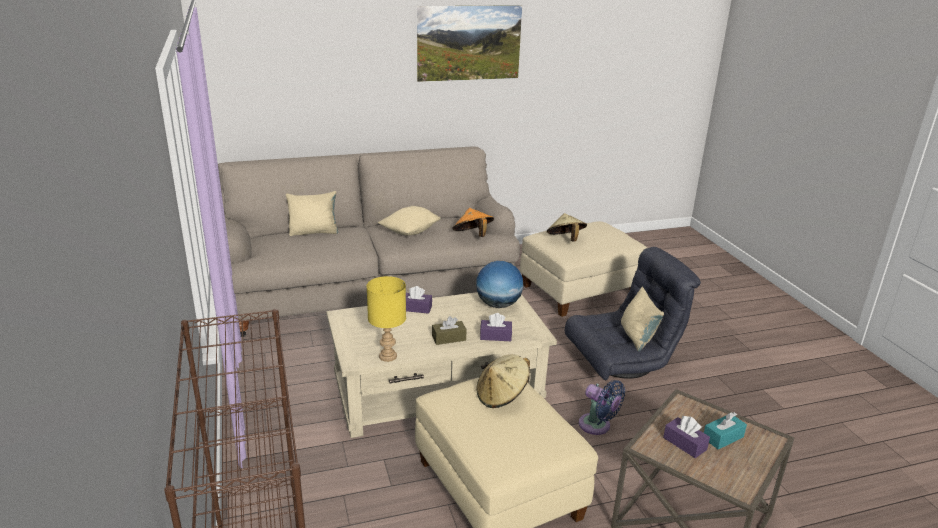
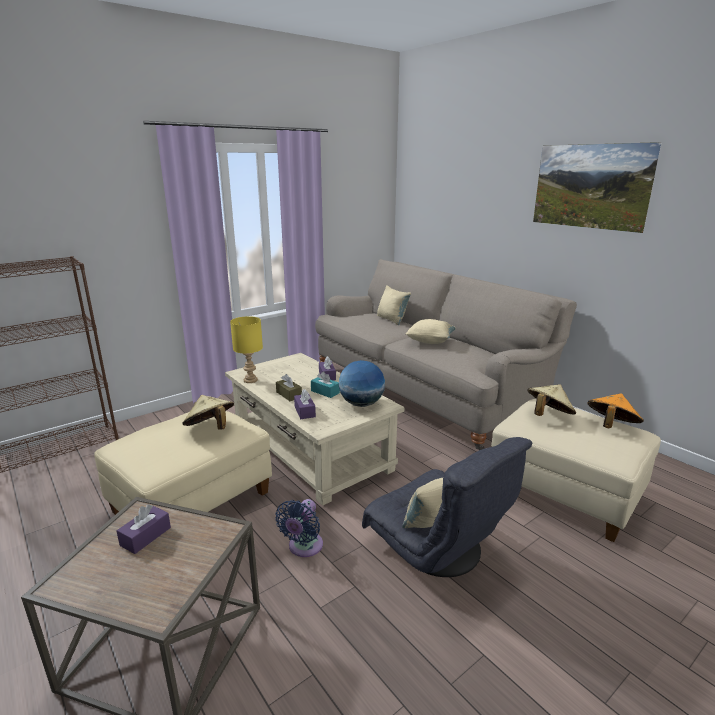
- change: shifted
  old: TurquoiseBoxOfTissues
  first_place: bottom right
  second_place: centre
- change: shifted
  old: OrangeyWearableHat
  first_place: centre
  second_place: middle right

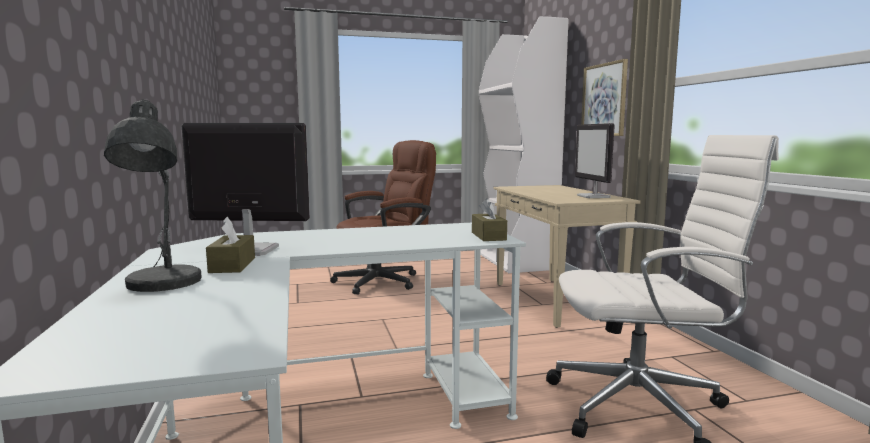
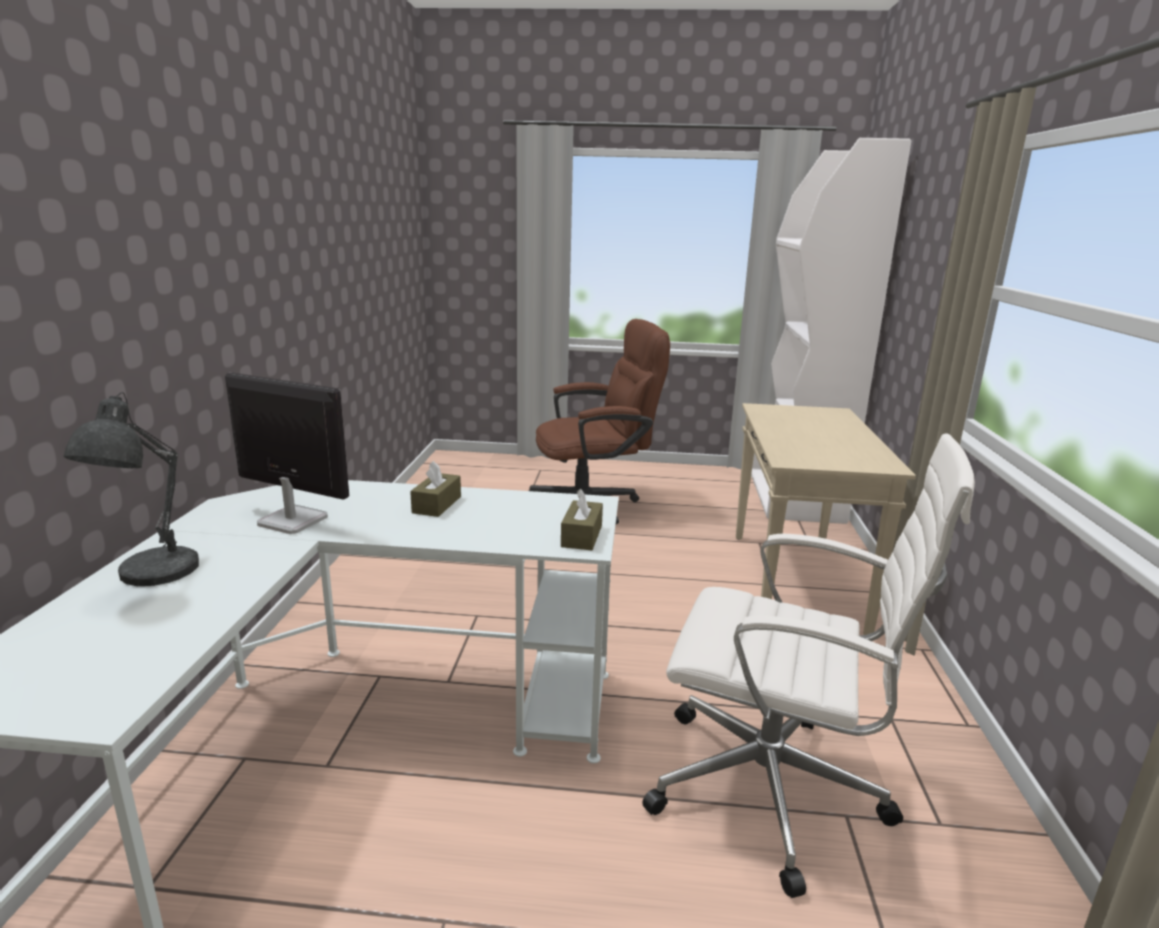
- change: shifted
  old: BrownishBoxOfTissues (no. 1 from left)
  first_place: middle left
  second_place: centre
- change: gone
  old: ComputerDisplay (no. 2 from left)
  first_place: middle right
- change: gone
  old: WallPicture
  first_place: top right

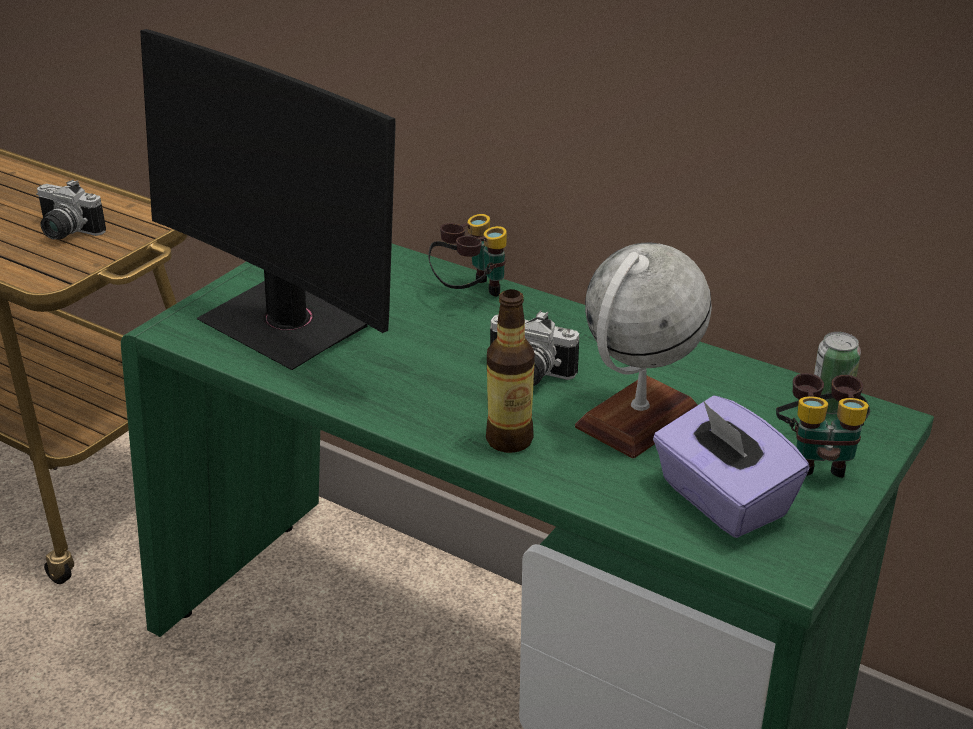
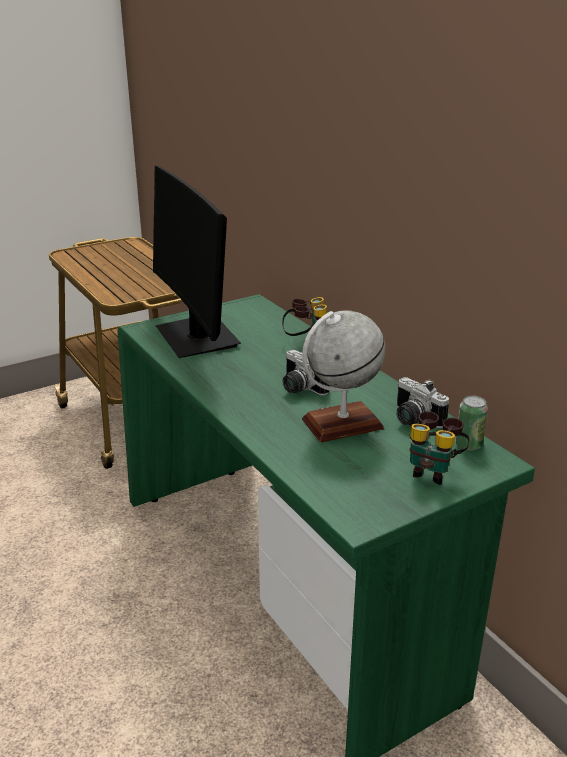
- change: shifted
  old: StillCamera (no. 1 from left in the first image)
  new: StillCamera (no. 2 from left)
  first_place: top left
  second_place: middle right
- change: gone
  old: DrinkBottle
  first_place: centre
- change: gone
  old: PurpleColouredBoxOfTissues
  first_place: middle right

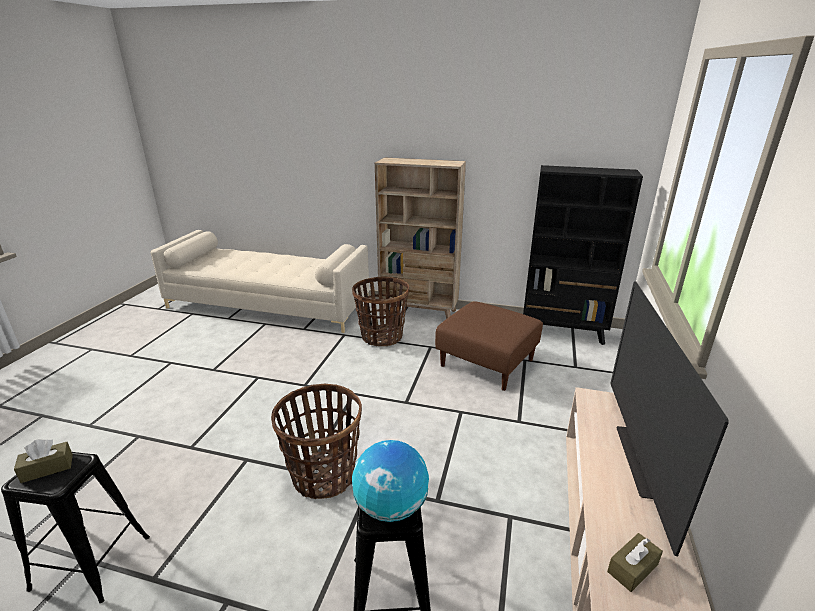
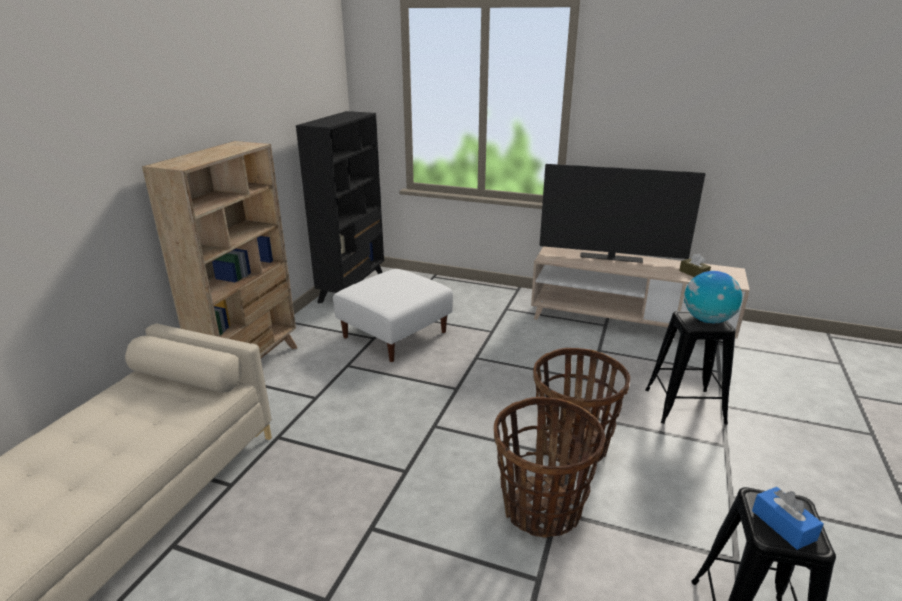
- change: repainted
  old: BrownishOttoman
  new: WhitishOttoman
  first_place: centre
  second_place: centre
- change: shifted
  old: HouseholdBasket (no. 2 from left in the first image)
  new: HouseholdBasket (no. 1 from left)
  first_place: centre
  second_place: bottom centre
- change: repainted
  old: BrownishBoxOfTissues (no. 1 from left)
  new: BlueBoxOfTissues
  first_place: bottom left
  second_place: bottom right

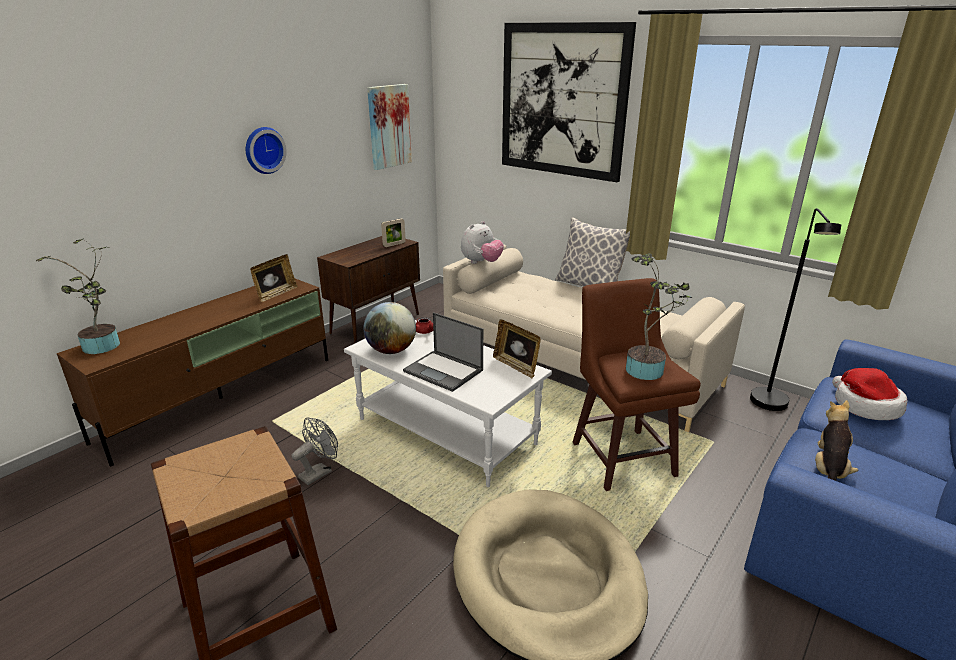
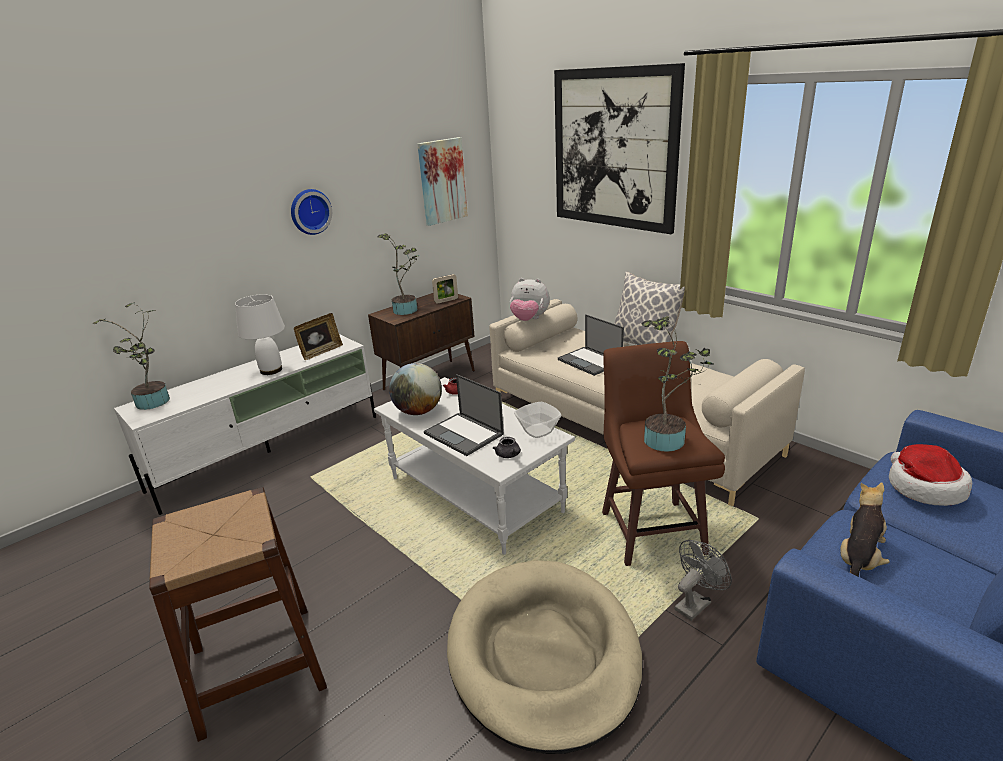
- change: repainted
  old: BrownishTvStand
  new: WhitishTvStand
  first_place: middle left
  second_place: middle left
- change: new
  new: WhitishLampForATable
  second_place: middle left
- change: new
  new: PottedPlant (no. 2 from left)
  second_place: centre
- change: new
  new: GreyishTeapot
  second_place: centre
- change: rotated
  old: SoftToy (no. 1 from left)
  first_place: centre
  second_place: centre
  degrees: 60
- change: swapped
  old: PhotoFrame (no. 3 from left)
  new: ServingBowl
  first_place: centre
  second_place: centre
- change: new
  new: PortableComputer (no. 2 from left)
  second_place: centre
- change: shifted
  old: GreyishFan
  first_place: bottom left
  second_place: bottom right
- change: gone
  old: BlackStandardLamp
  first_place: middle right

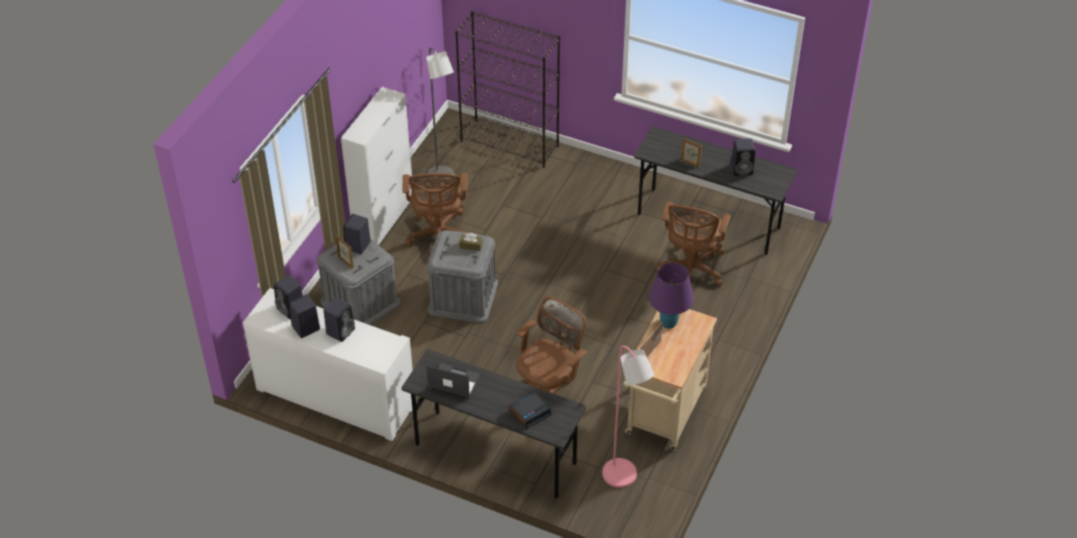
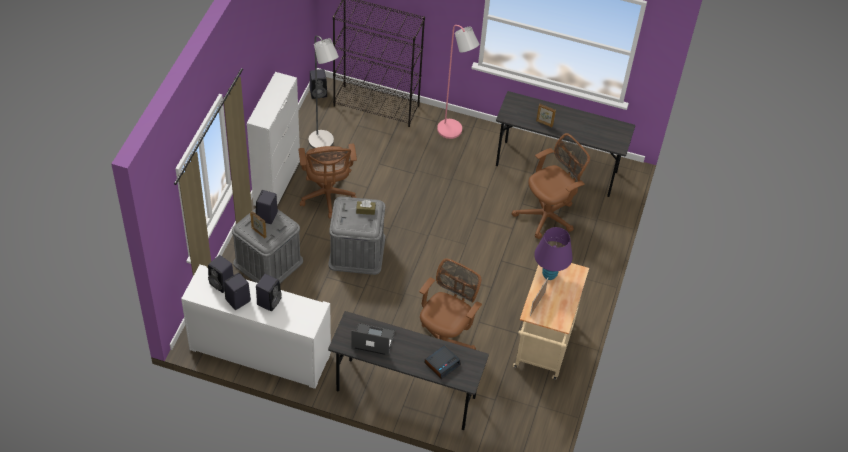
- change: shifted
  old: BlackLoudspeaker (no. 5 from left)
  first_place: top right
  second_place: top centre
- change: shifted
  old: PinkishStandardLamp
  first_place: bottom centre
  second_place: top centre
- change: rotated
  old: BrownishComputerChair (no. 3 from left)
  first_place: centre
  second_place: centre
  degrees: -135

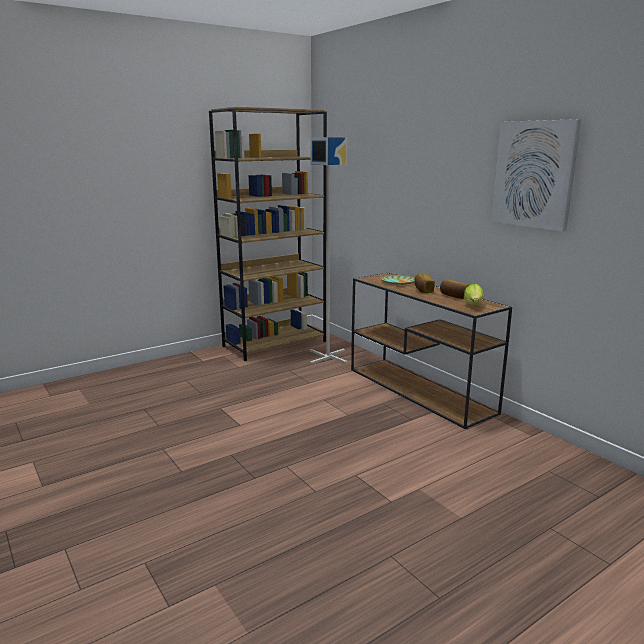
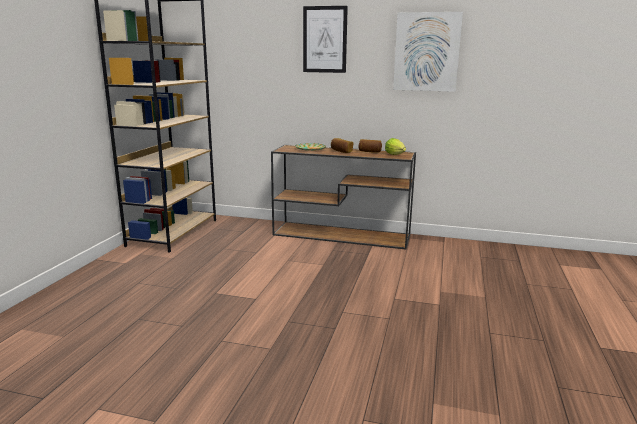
- change: new
  new: WallPicture (no. 1 from left)
  second_place: top centre
- change: gone
  old: GreyishStandardLamp
  first_place: centre

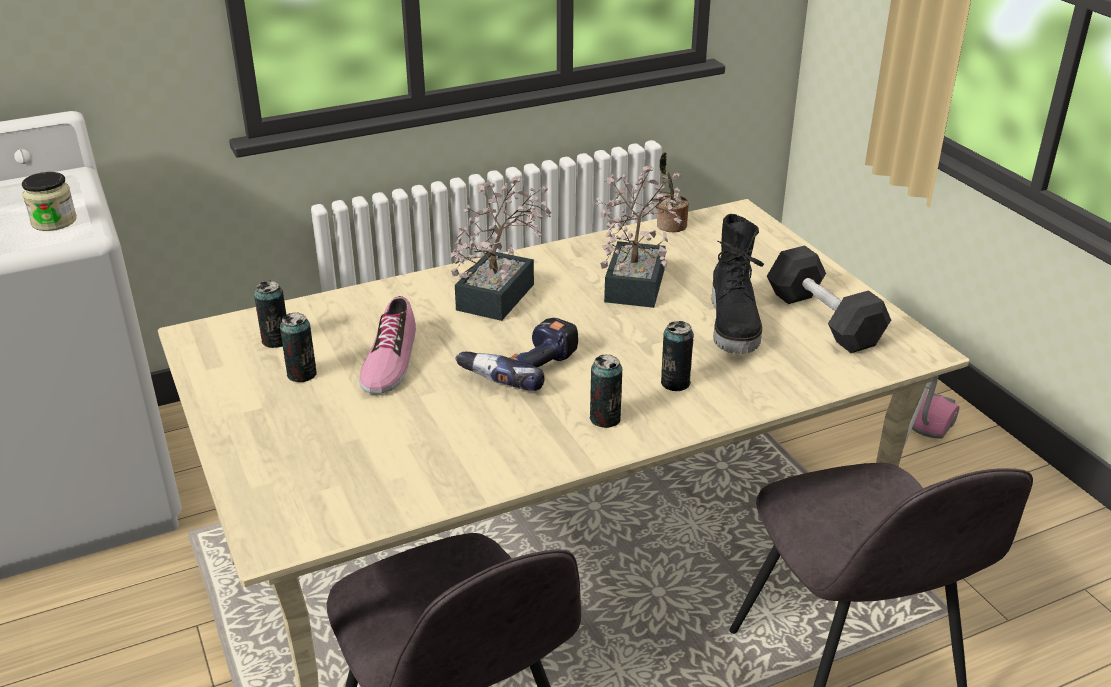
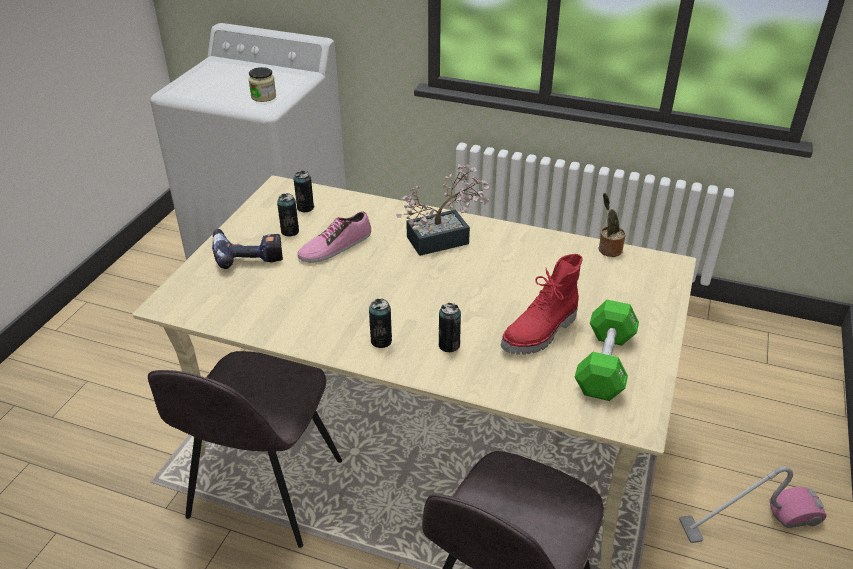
- change: shifted
  old: ElectricDrill
  first_place: centre
  second_place: middle left
- change: repainted
  old: BlackHighTopBoot
  new: RedHighTopBoot
  first_place: centre
  second_place: centre
- change: repainted
  old: BlackDumbbell
  new: GreenishDumbbell
  first_place: middle right
  second_place: middle right
- change: gone
  old: PottedPlant (no. 2 from left)
  first_place: centre

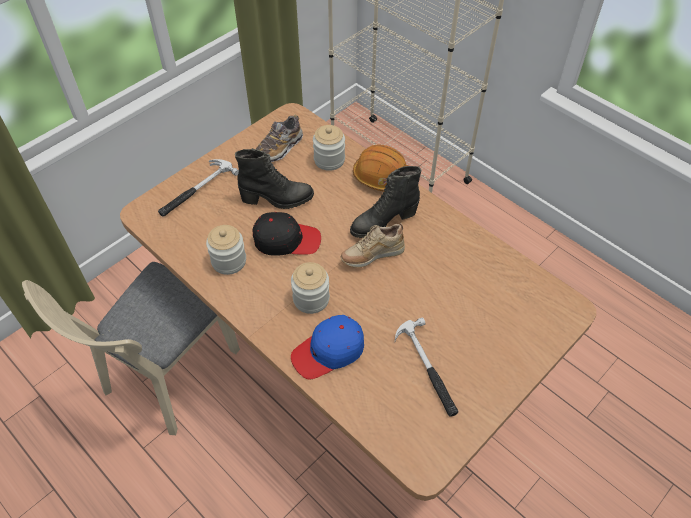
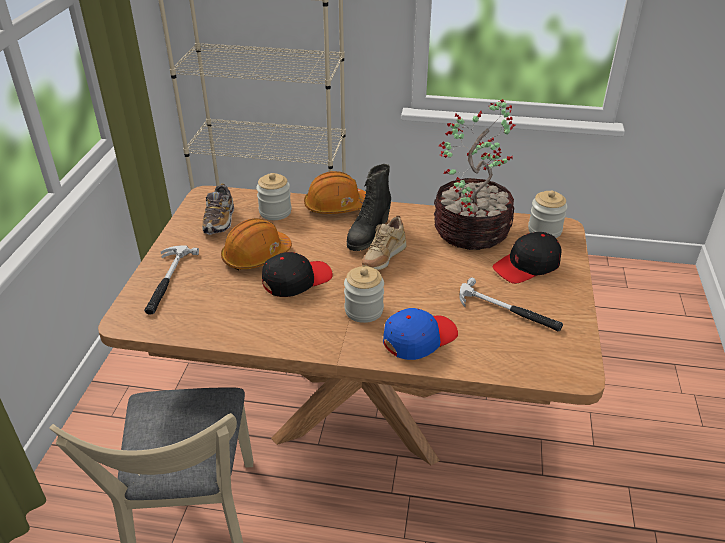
- change: swapped
  old: BlackHighTopBoot (no. 1 from left)
  new: OrangeySafetyHelmet (no. 1 from left)
  first_place: centre
  second_place: centre
- change: rotated
  old: BluePeakedCap
  first_place: bottom centre
  second_place: centre
  degrees: -150
- change: new
  new: PottedPlant
  second_place: top centre
- change: new
  new: BlackPeakedCap (no. 2 from left)
  second_place: middle right
- change: shifted
  old: StorageJar (no. 1 from left in the first image)
  new: StorageJar (no. 3 from left)
  first_place: middle left
  second_place: middle right

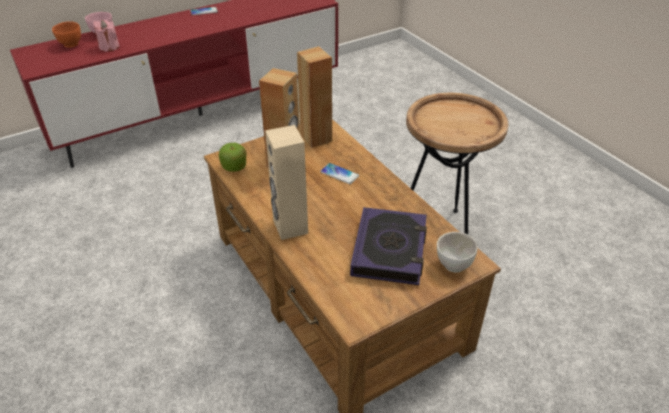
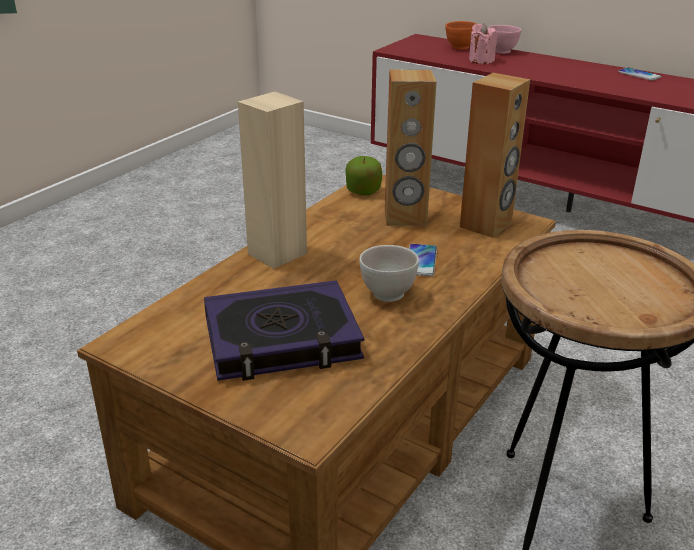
- change: shifted
  old: WhitishServingBowl
  first_place: middle right
  second_place: centre

